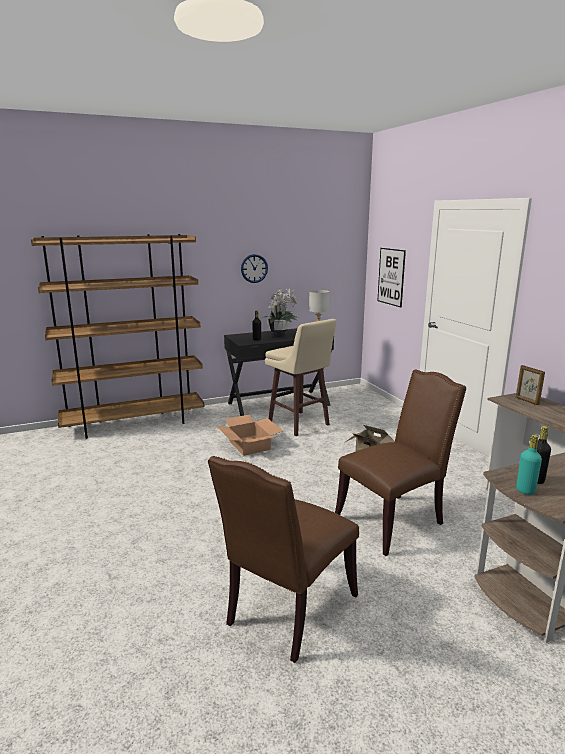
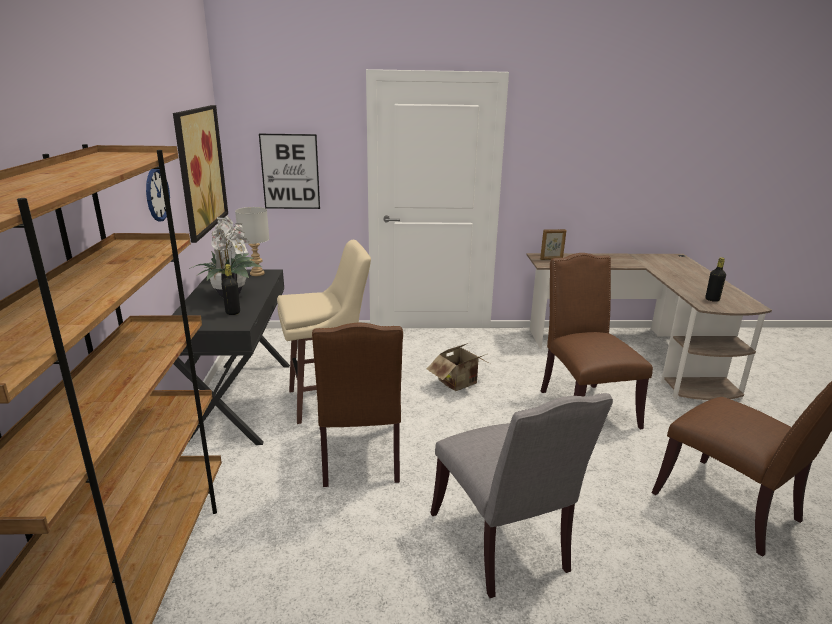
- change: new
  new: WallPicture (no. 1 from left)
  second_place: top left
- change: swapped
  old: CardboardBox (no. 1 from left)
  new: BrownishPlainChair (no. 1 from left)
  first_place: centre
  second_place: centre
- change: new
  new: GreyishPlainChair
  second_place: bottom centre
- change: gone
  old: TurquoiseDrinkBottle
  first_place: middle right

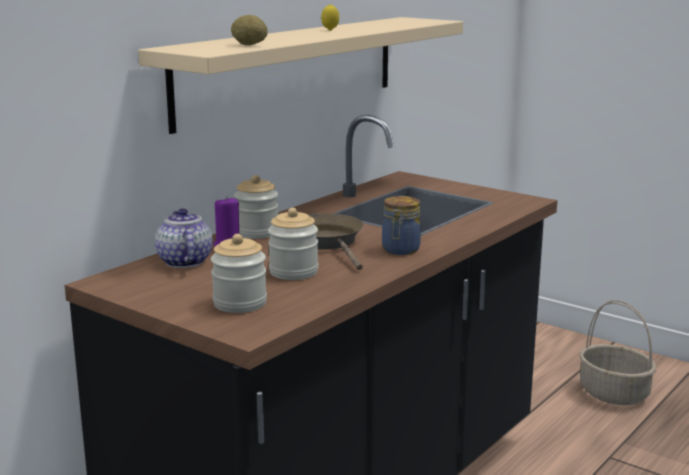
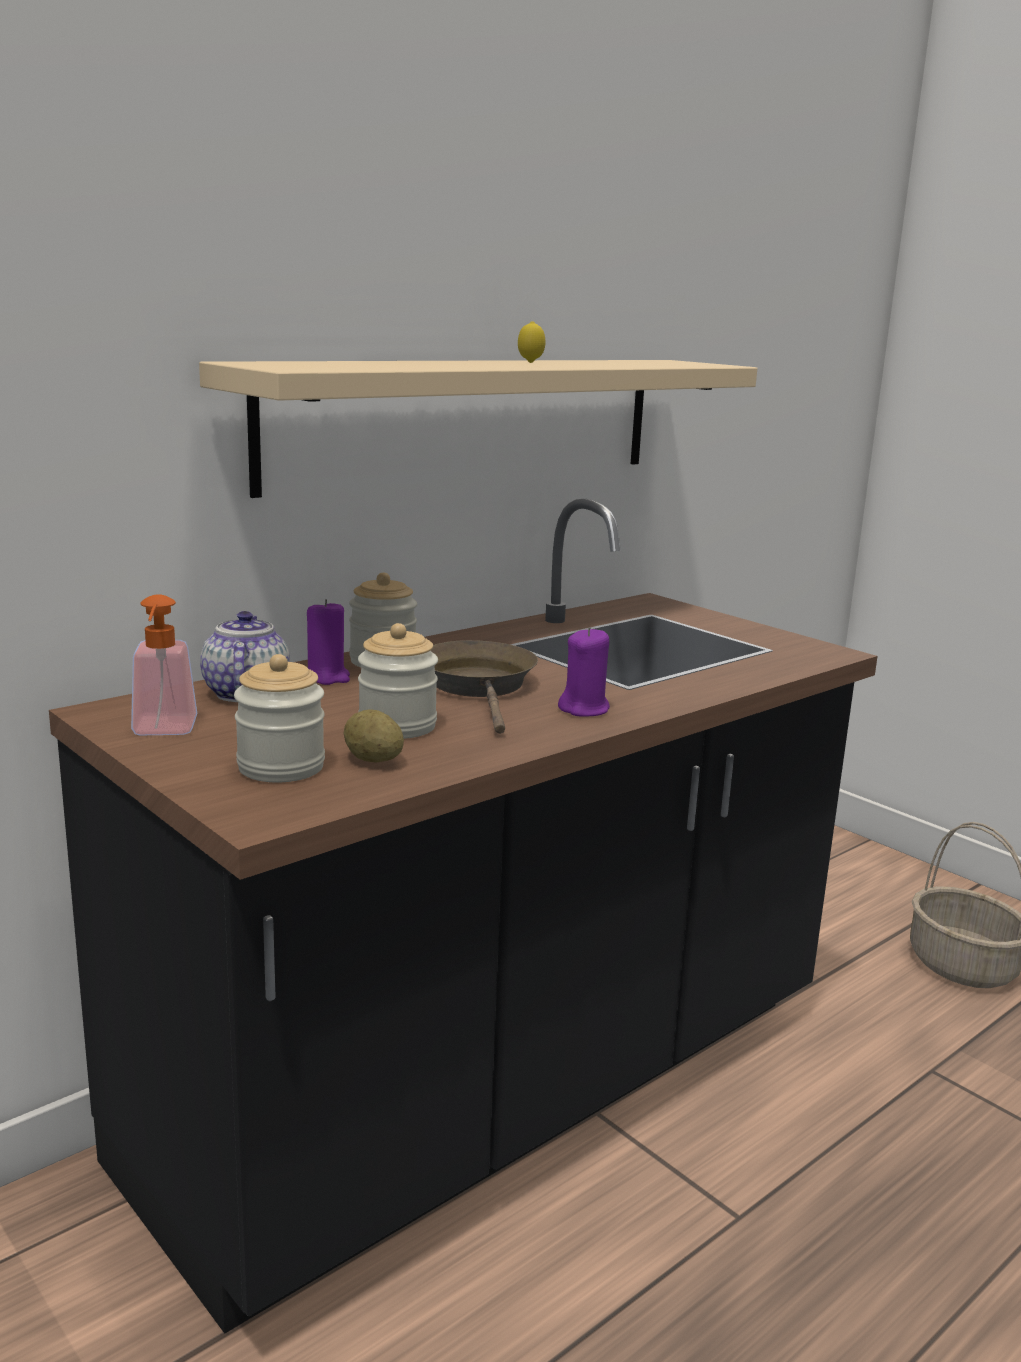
- change: new
  new: SoapDispenser
  second_place: middle left
- change: shifted
  old: Potato
  first_place: top centre
  second_place: centre
- change: swapped
  old: StorageJar (no. 4 from left)
  new: PurpleColouredWaxLight (no. 2 from left)
  first_place: centre
  second_place: centre

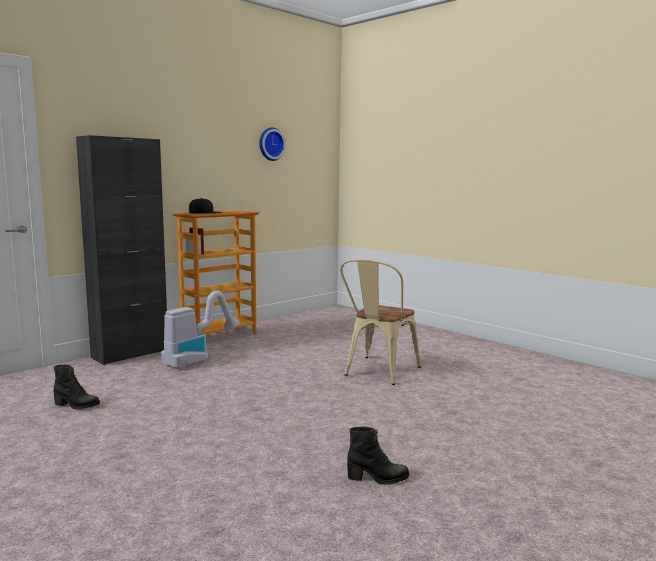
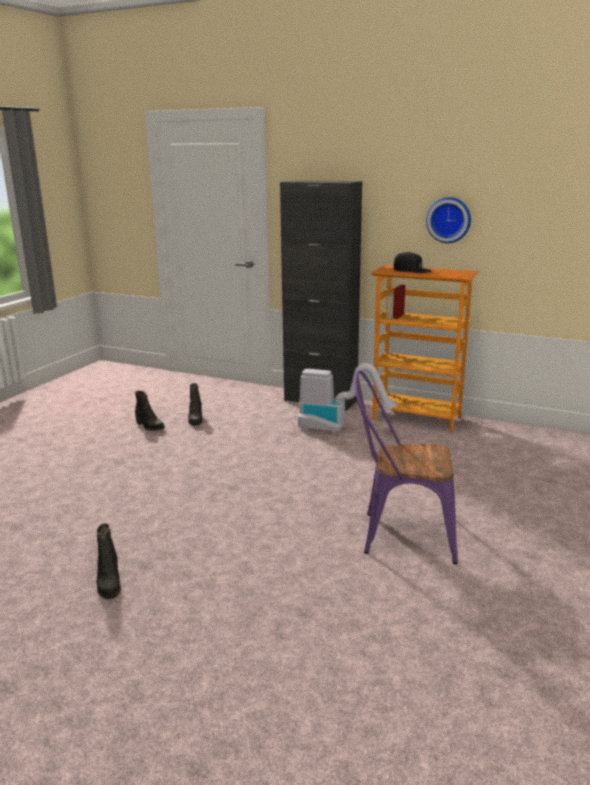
- change: new
  new: BlackHighTopBoot (no. 2 from left)
  second_place: middle left
- change: repainted
  old: SandColouredPlainChair
  new: PurpleColouredPlainChair
  first_place: centre
  second_place: middle right
- change: shifted
  old: WallClock
  first_place: top centre
  second_place: top right

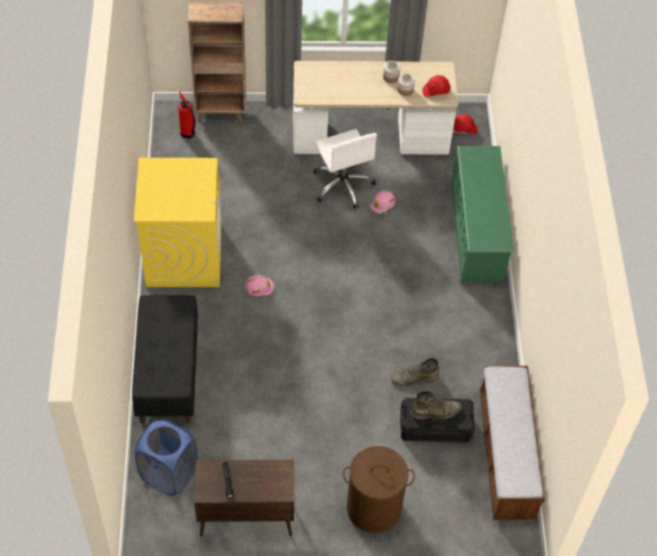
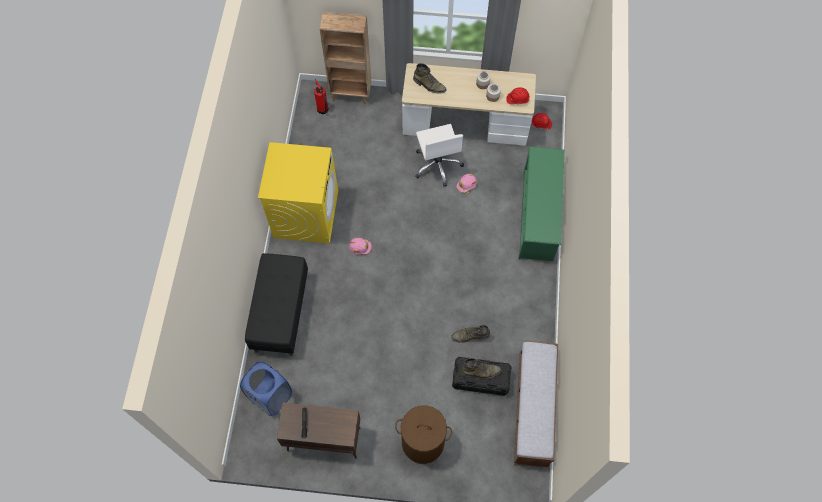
- change: new
  new: GreenishHighTopBoot (no. 1 from left)
  second_place: top centre

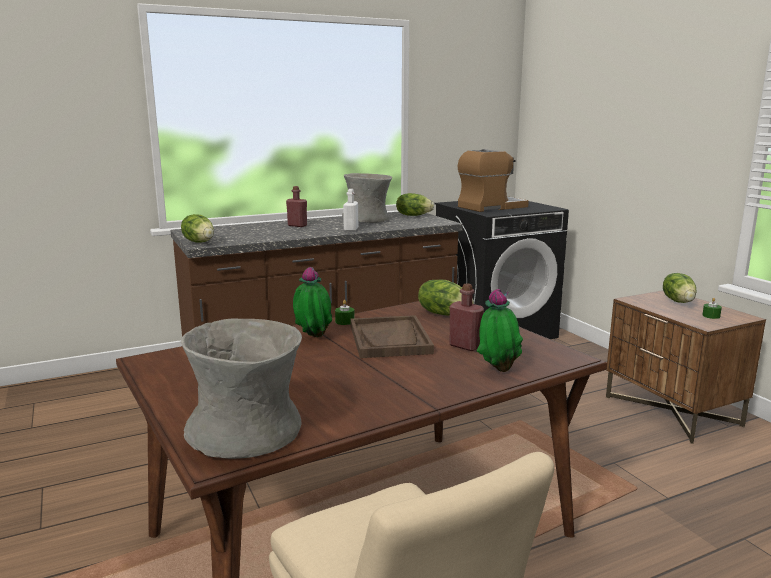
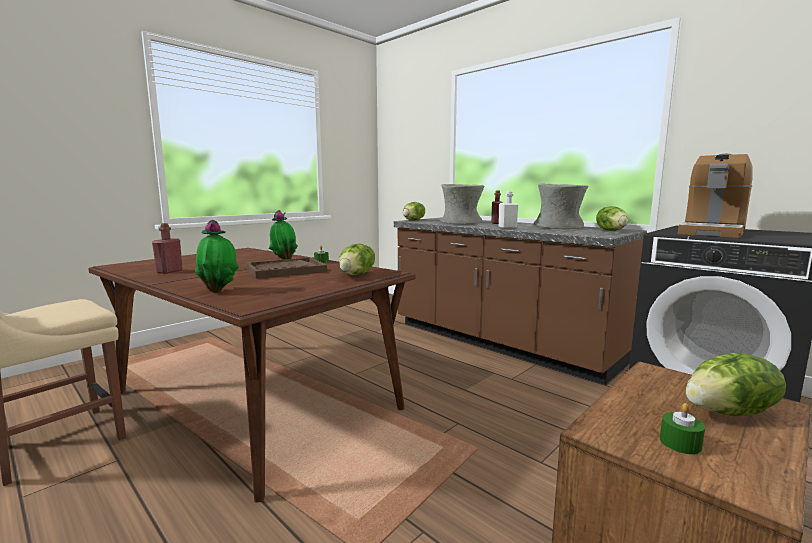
- change: shifted
  old: RedDrinkBottle (no. 2 from left in the first image)
  new: RedDrinkBottle (no. 1 from left)
  first_place: centre
  second_place: middle left
- change: shifted
  old: GreyishFlowerVase (no. 1 from left)
  first_place: bottom left
  second_place: centre
- change: rotated
  old: CoffeeBrewer
  first_place: top centre
  second_place: middle right
  degrees: 90

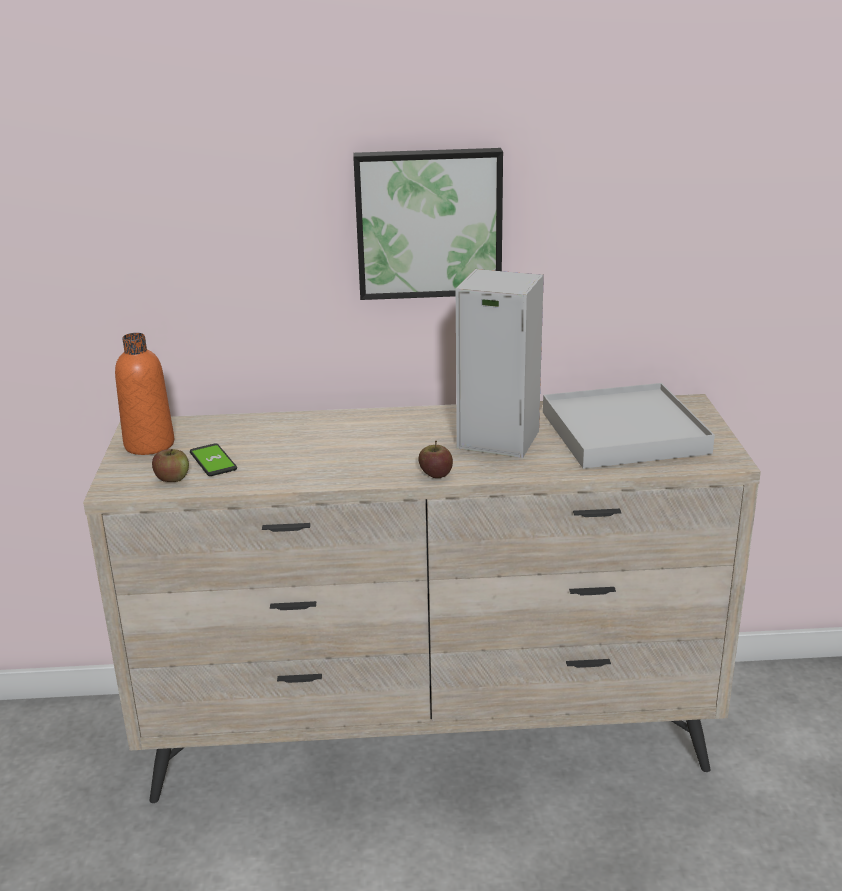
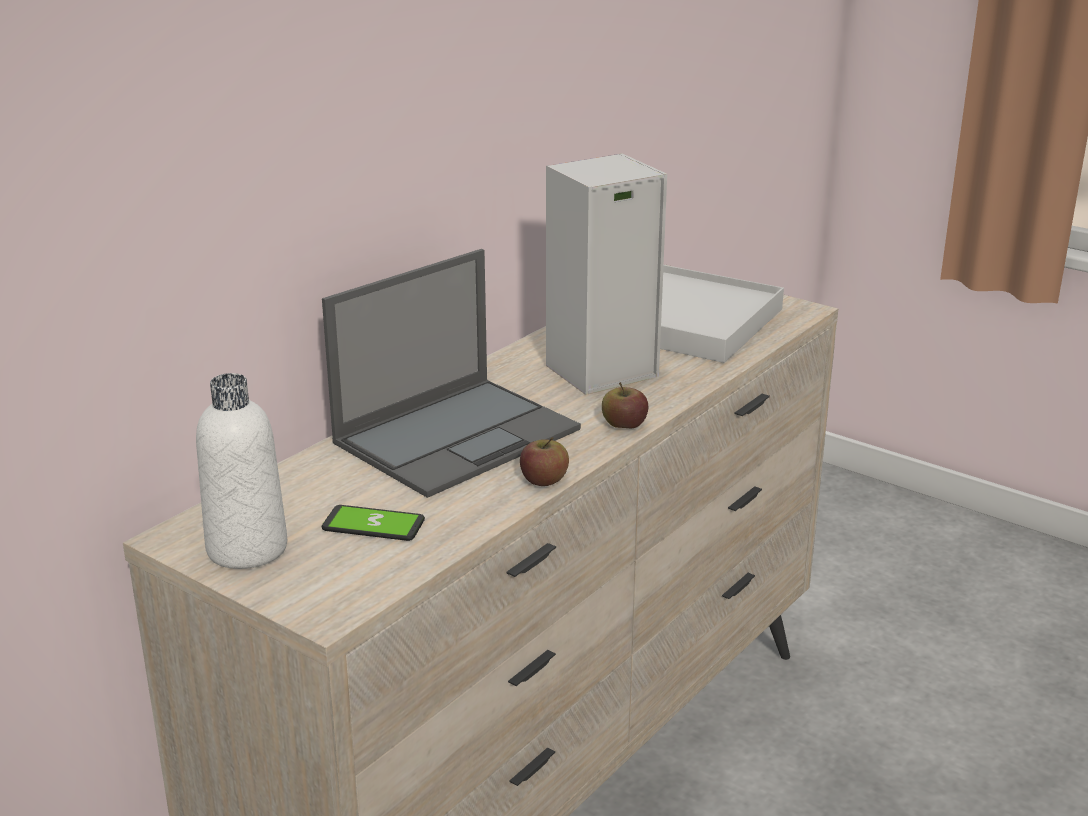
- change: repainted
  old: OrangeyDrinkBottle
  new: WhitishDrinkBottle
  first_place: middle left
  second_place: middle left
- change: new
  new: PortableComputer
  second_place: centre
- change: shifted
  old: WholeApple (no. 1 from left)
  first_place: middle left
  second_place: centre
- change: gone
  old: WallPicture
  first_place: top centre

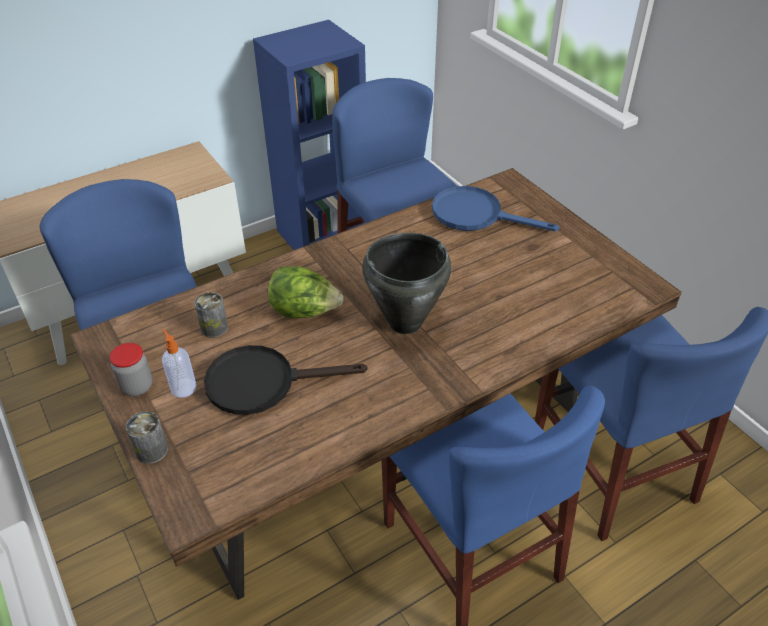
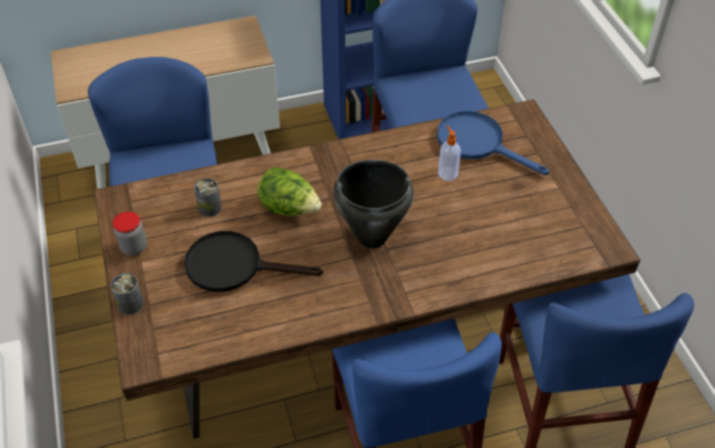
- change: shifted
  old: SoapDispenser
  first_place: middle left
  second_place: centre

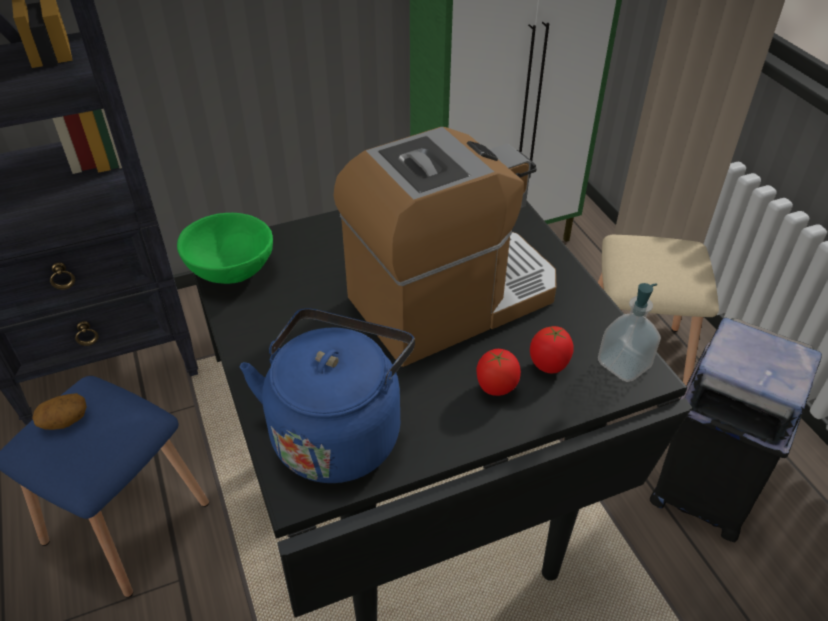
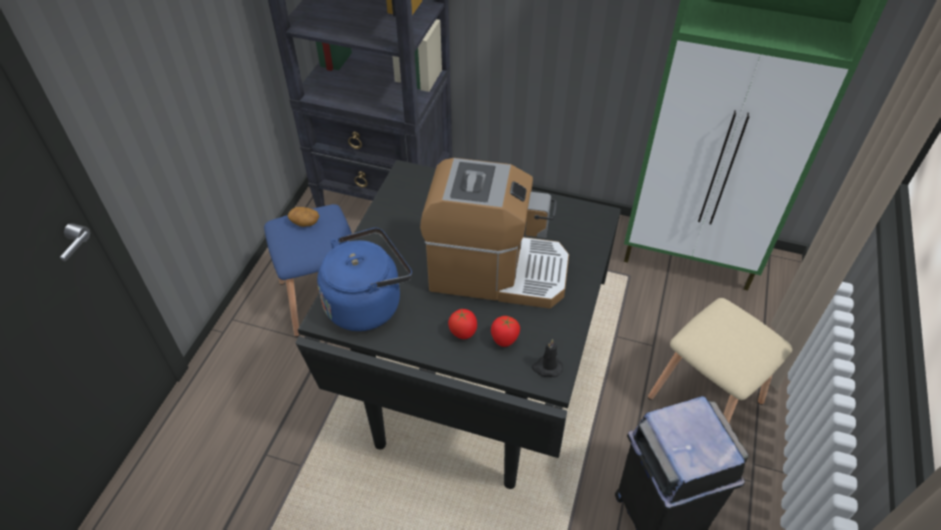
- change: swapped
  old: SoapDispenser
  new: BlackWaxLight
  first_place: middle right
  second_place: bottom centre
- change: gone
  old: GreenishServingBowl
  first_place: middle left

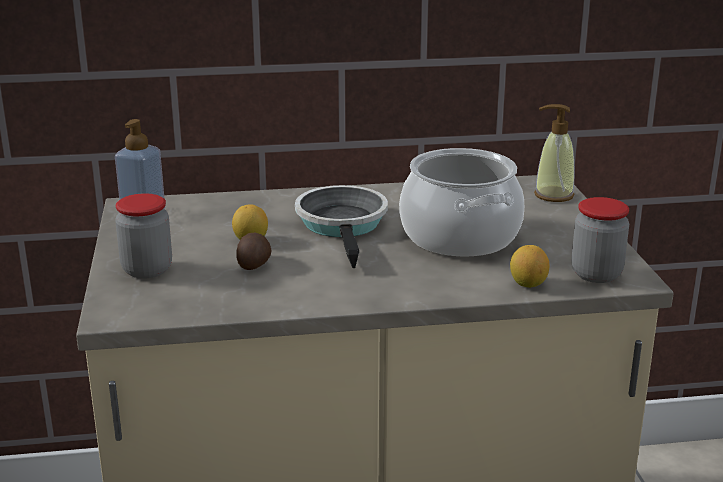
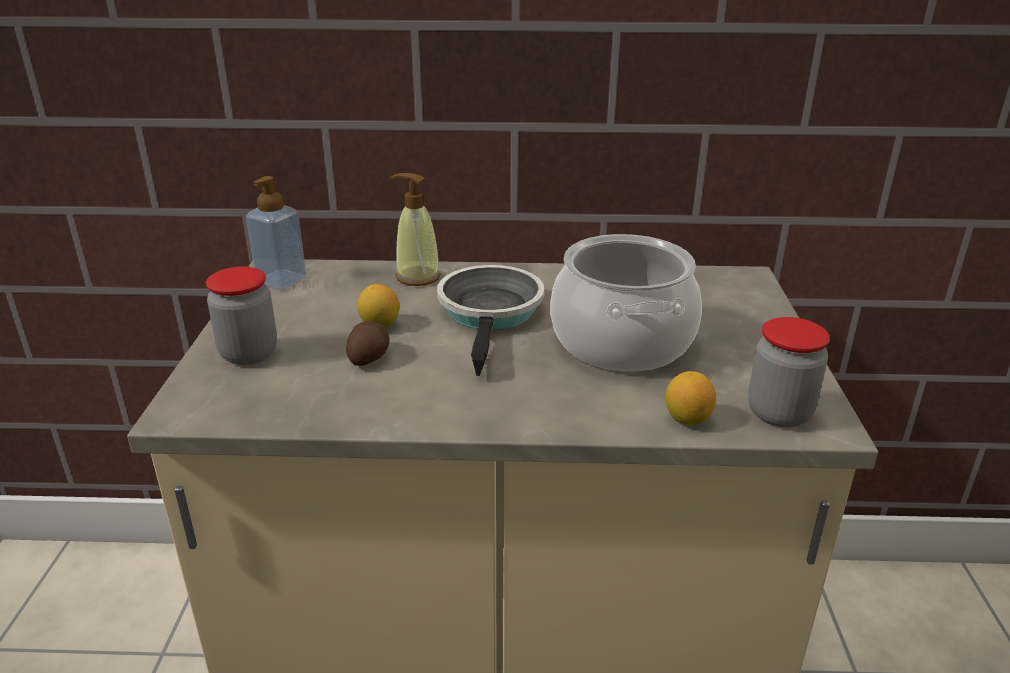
- change: shifted
  old: SoapDispenser (no. 2 from left)
  first_place: top right
  second_place: centre

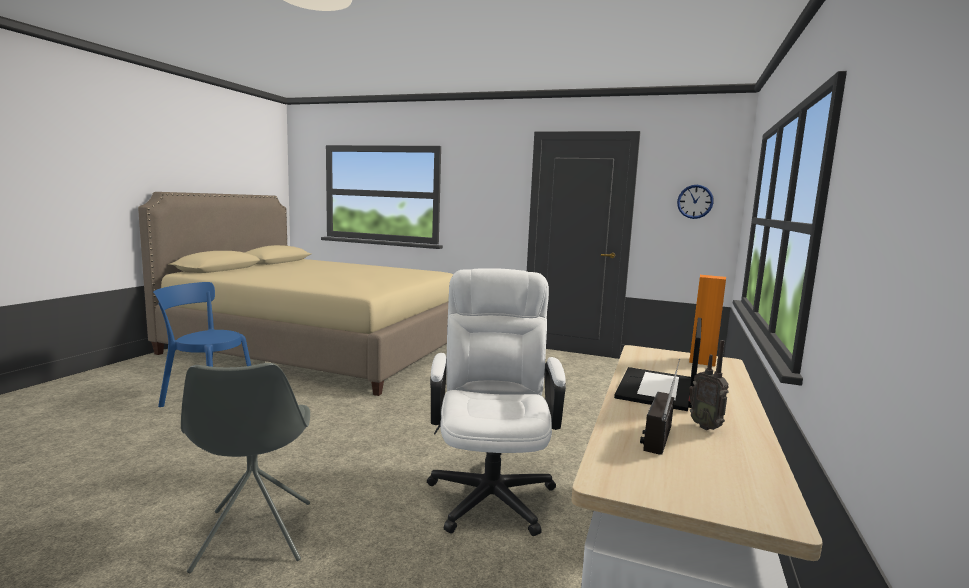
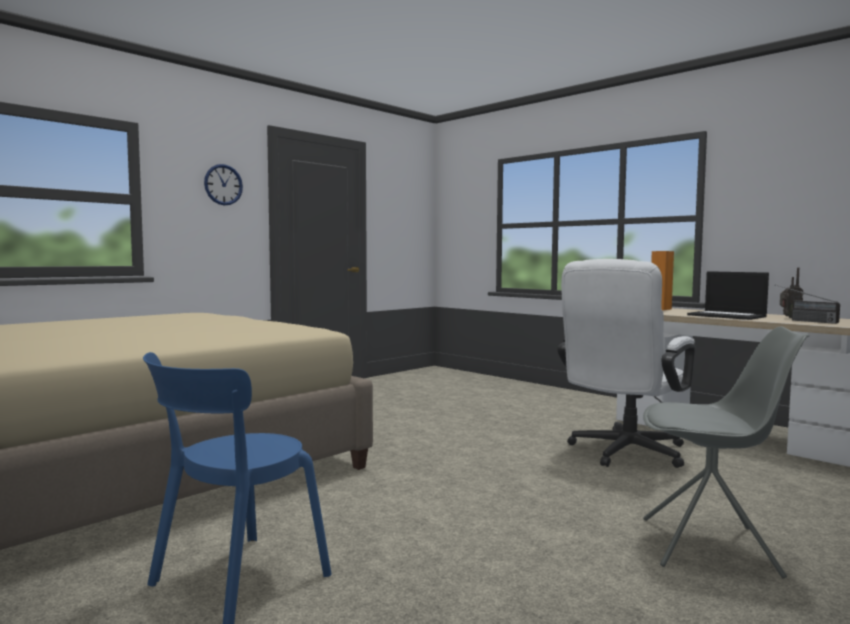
- change: shifted
  old: WallClock
  first_place: middle right
  second_place: top left
- change: rotated
  old: WhitishComputerChair
  first_place: bottom centre
  second_place: middle right
  degrees: -75

